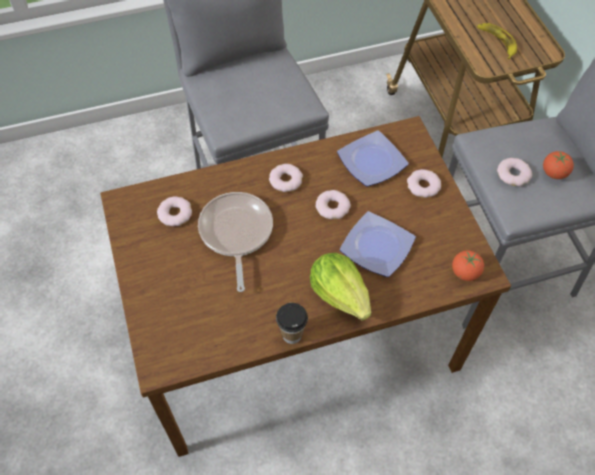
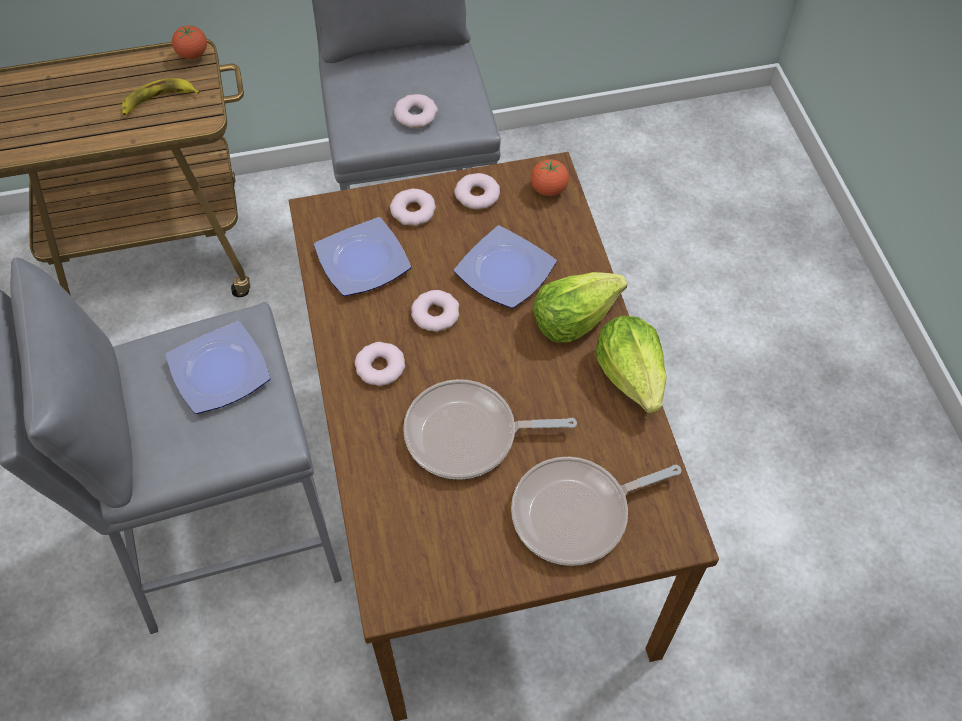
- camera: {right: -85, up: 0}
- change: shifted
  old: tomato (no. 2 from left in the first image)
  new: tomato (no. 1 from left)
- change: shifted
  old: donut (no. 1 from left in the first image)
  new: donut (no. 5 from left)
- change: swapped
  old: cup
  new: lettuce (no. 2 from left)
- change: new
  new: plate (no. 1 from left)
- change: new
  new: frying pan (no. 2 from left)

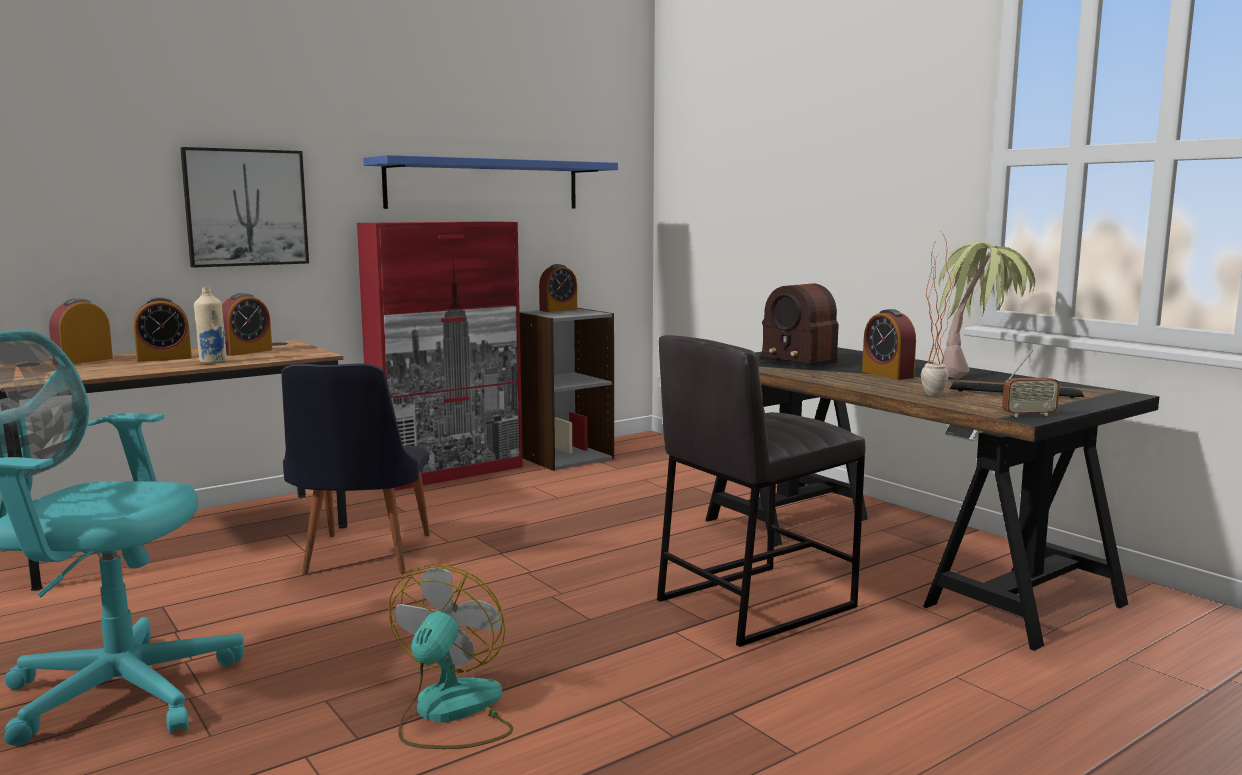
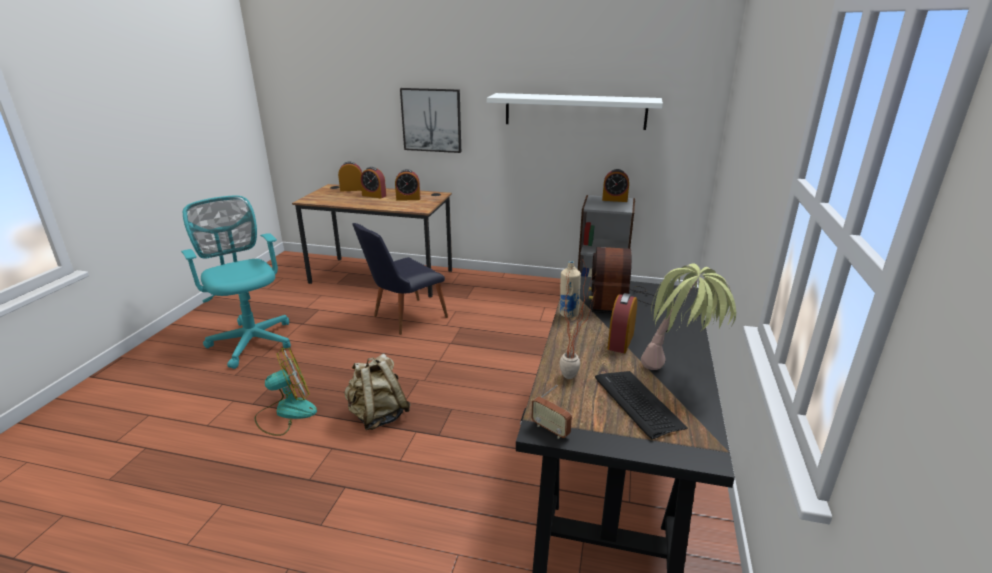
- camera: {right: 50, up: 15}
- change: repainted
  old: blue shelf
  new: white shelf
- change: gone
  old: red cabinet
- change: shifted
  old: beige bottle
- change: gone
  old: grey stool
- change: new
  new: beige backpack

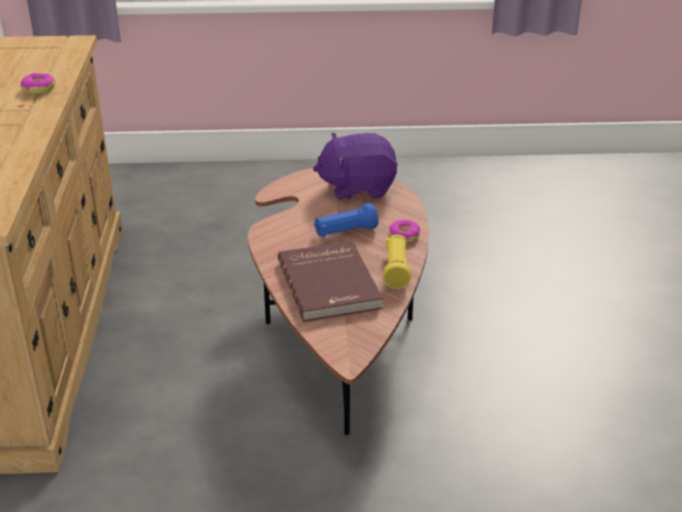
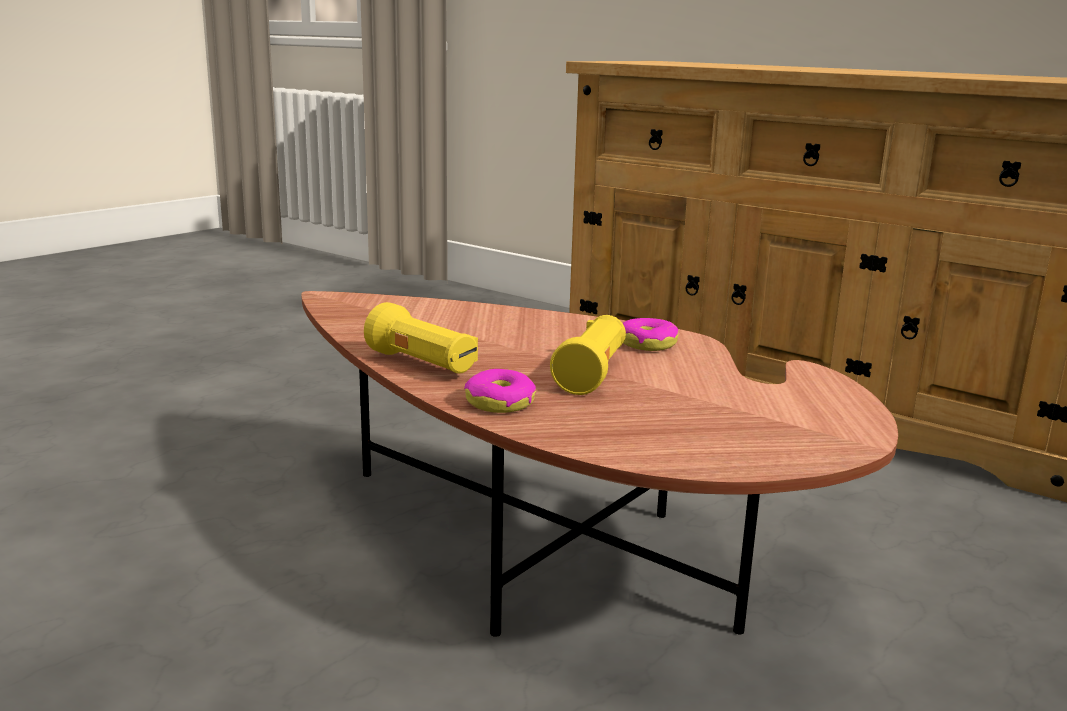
- camera: {right: 130, up: -15}
- change: shifted
  old: donut (no. 1 from left in the first image)
  new: donut (no. 2 from left)
- change: gone
  old: purple plush toy
- change: repainted
  old: blue flashlight
  new: yellow flashlight (no. 2 from left)
- change: gone
  old: red book

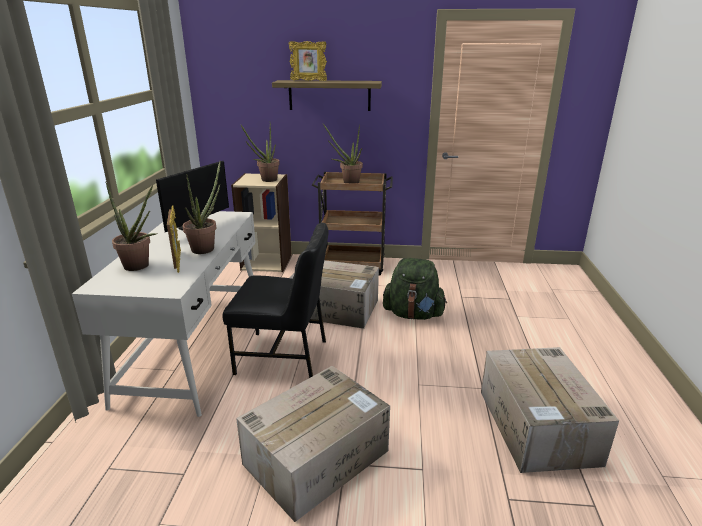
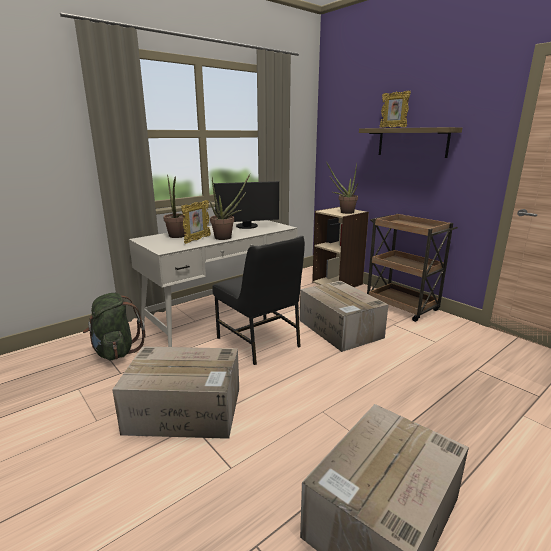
- camera: {right: 45, up: -5}
- change: gone
  old: potted plant (no. 4 from left)
- change: shifted
  old: green backpack

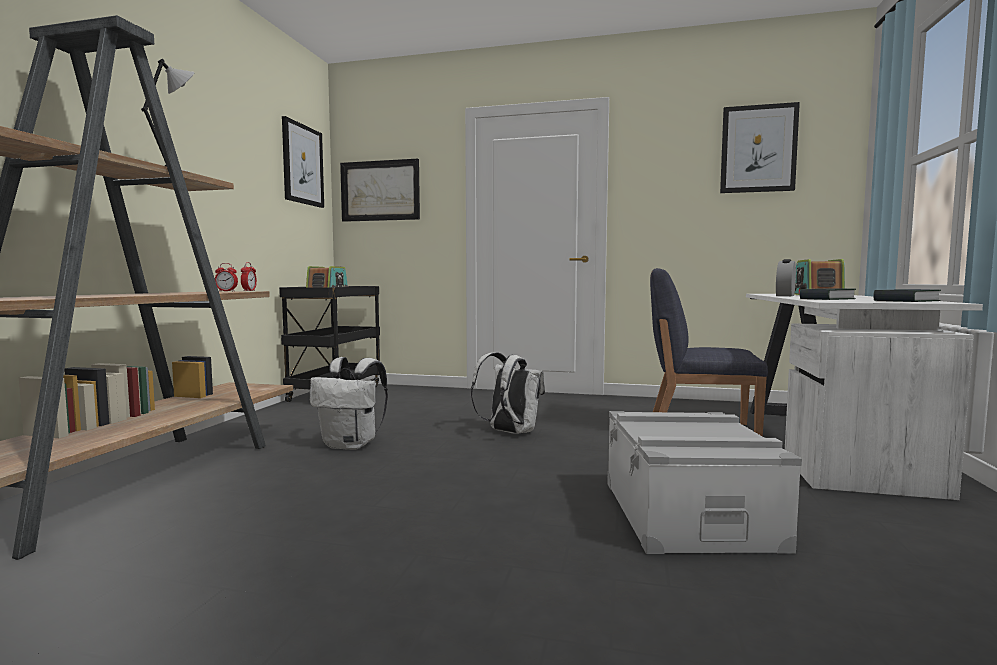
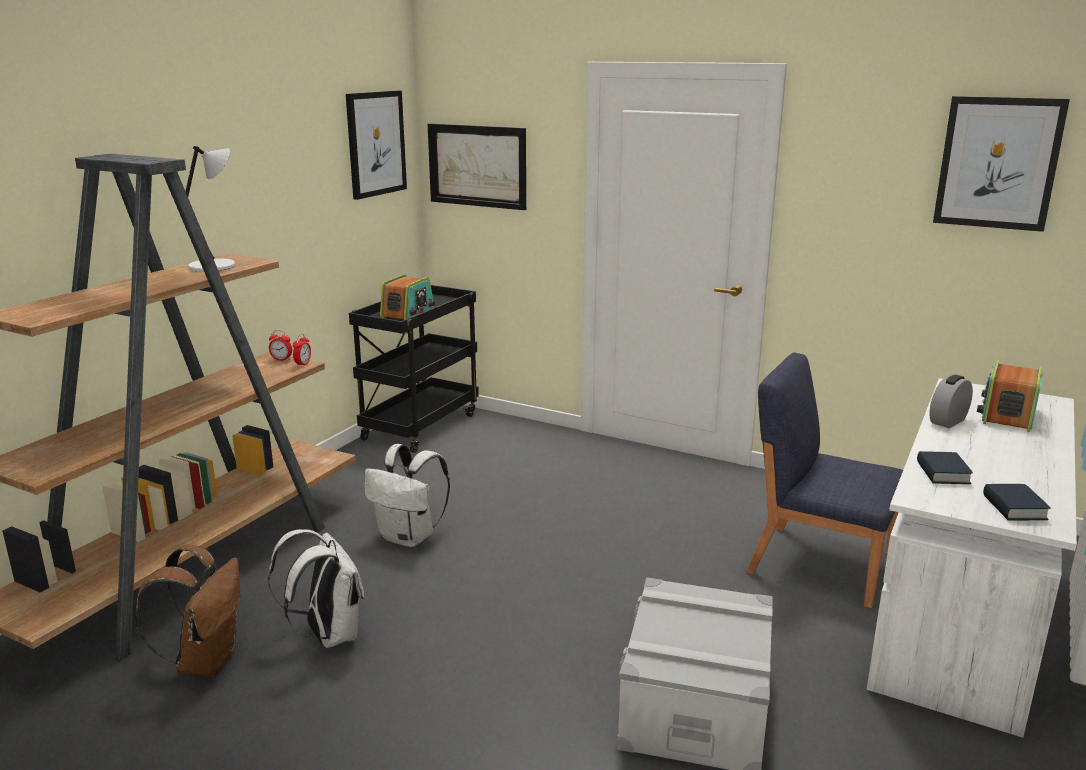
- camera: {right: 15, up: 15}
- change: shifted
  old: white backpack (no. 2 from left in the first image)
  new: white backpack (no. 1 from left)
- change: new
  new: brown backpack

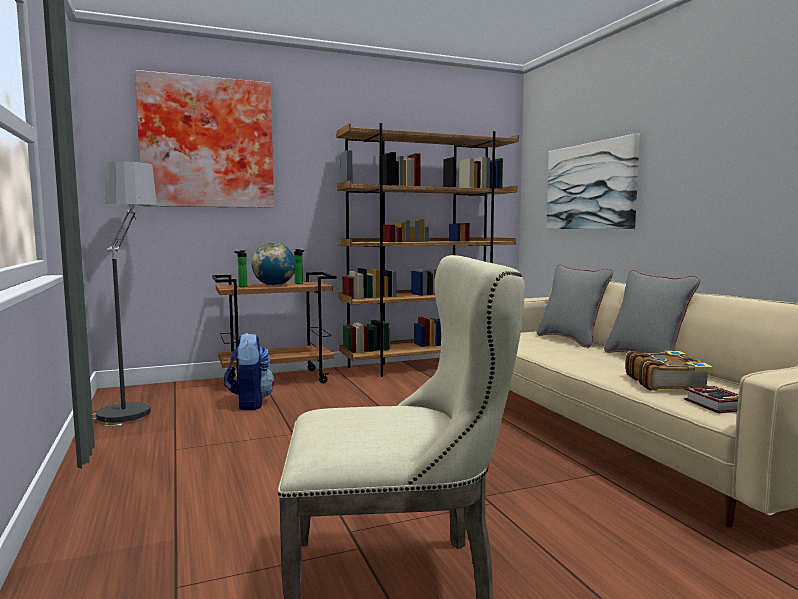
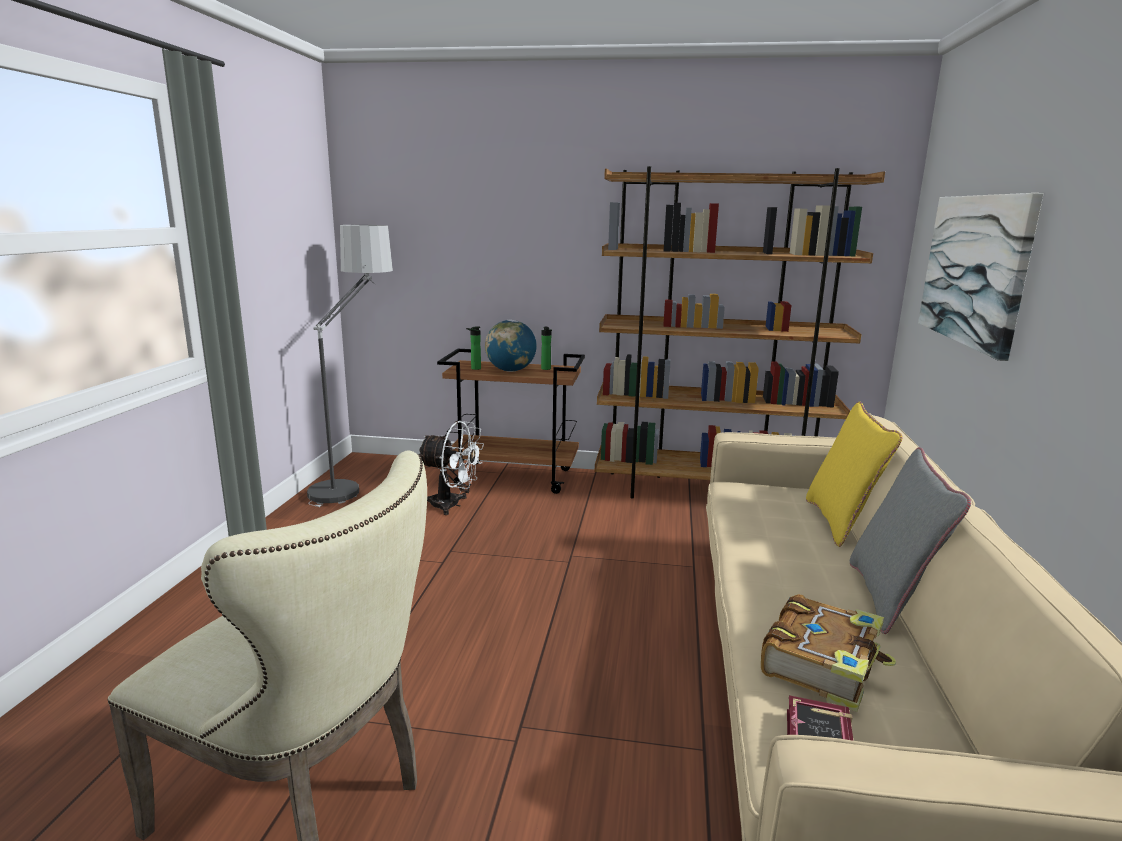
- camera: {right: 30, up: 10}
- change: gone
  old: picture (no. 1 from left)
- change: repainted
  old: grey pillow (no. 1 from left)
  new: yellow pillow
- change: swapped
  old: backpack
  new: white fan

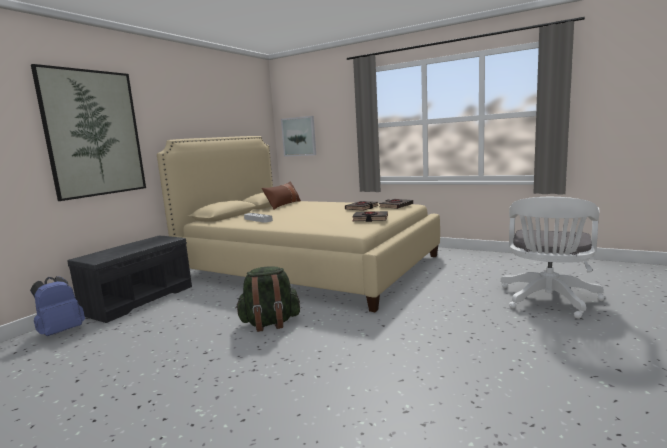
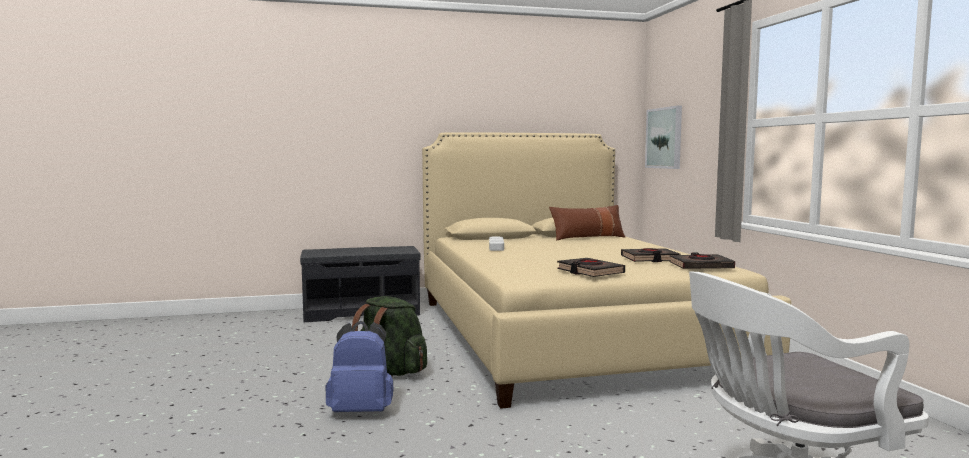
- camera: {right: 45, up: -5}
- change: gone
  old: picture (no. 1 from left)
- change: shifted
  old: blue backpack

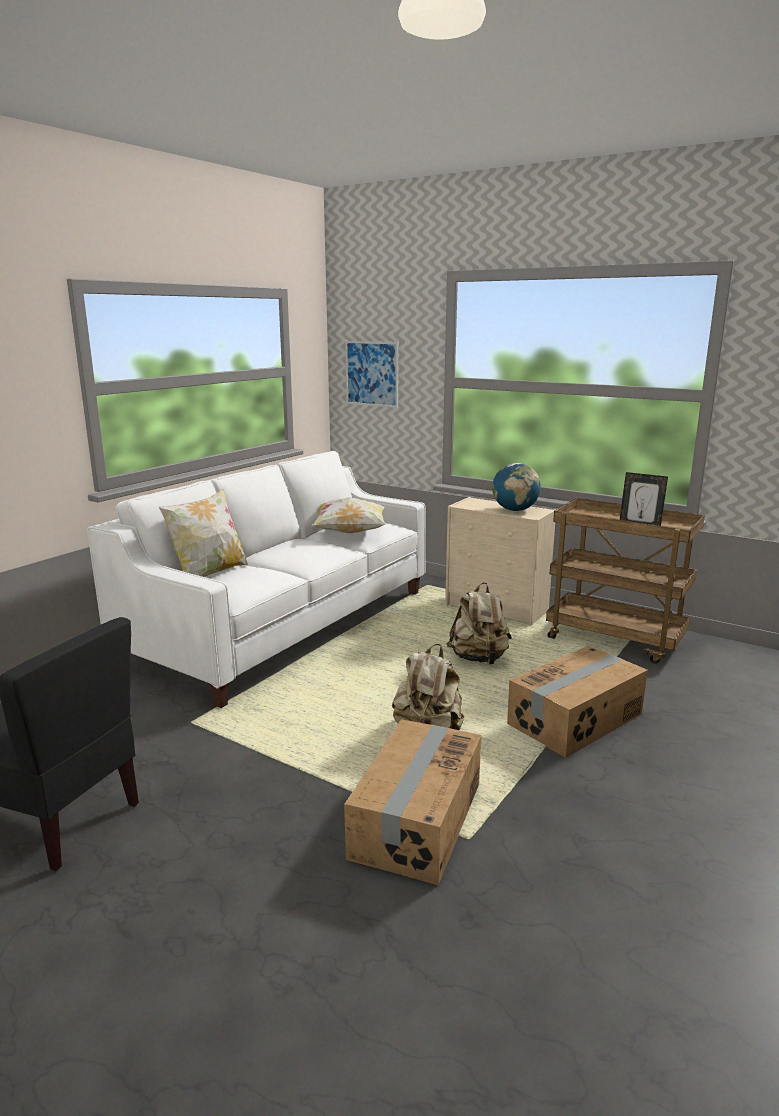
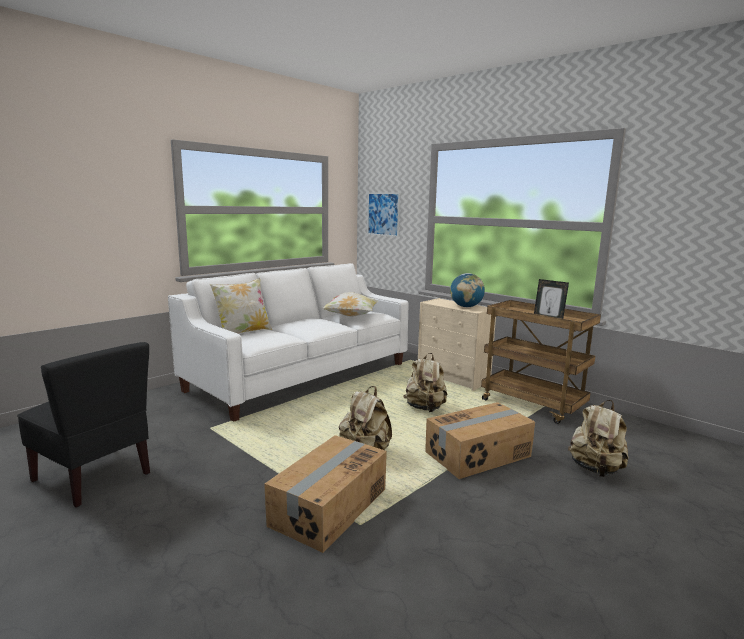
- camera: {right: 10, up: -5}
- change: new
  new: beige backpack (no. 3 from left)

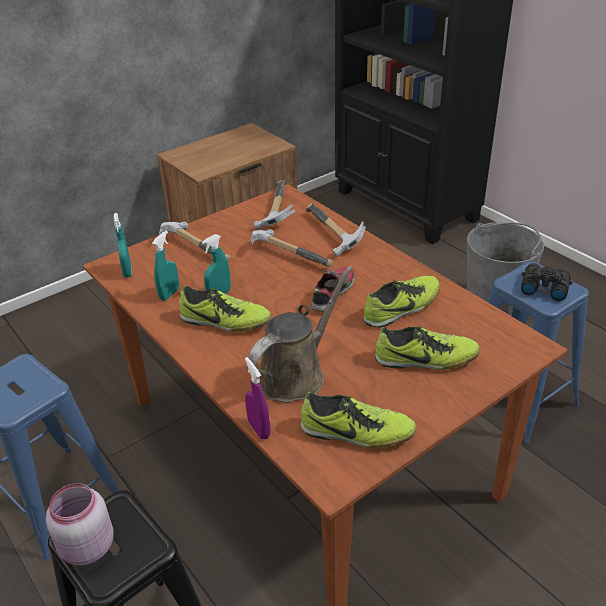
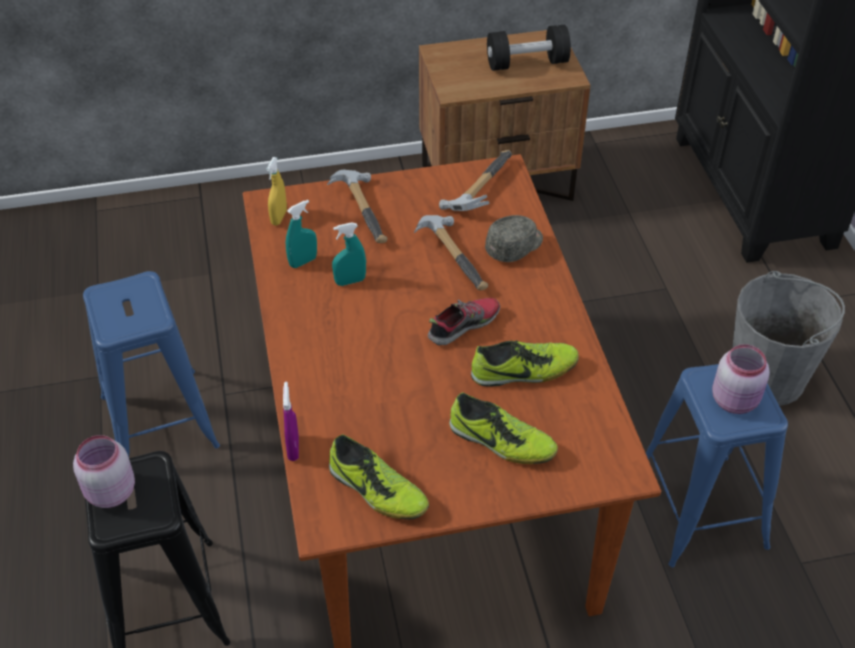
- camera: {right: 25, up: 10}
- change: swapped
  old: hammer (no. 4 from left)
  new: grey cap
- change: repainted
  old: turquoise spray bottle (no. 1 from left)
  new: yellow spray bottle
- change: swapped
  old: black binoculars
  new: pink jar (no. 2 from left)
- change: gone
  old: brown watering can
- change: gone
  old: shoe (no. 1 from left)
- change: new
  new: black dumbbell

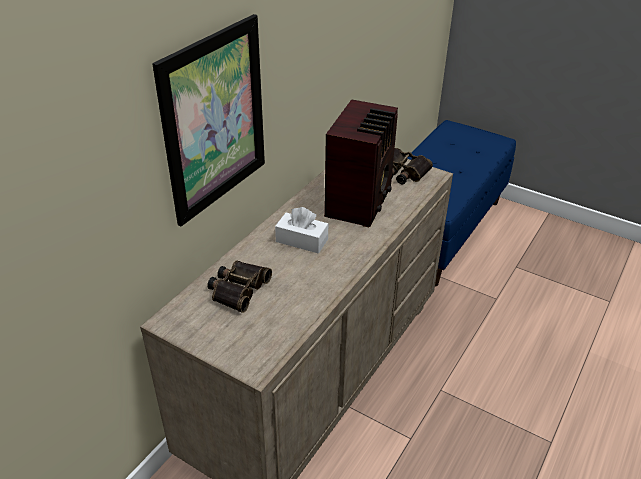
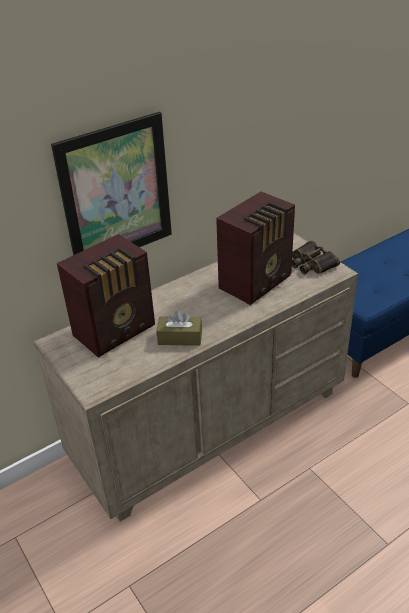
- camera: {right: 25, up: 0}
- change: gone
  old: white tissue box
- change: swapped
  old: binoculars (no. 1 from left)
  new: radio (no. 1 from left)
- change: new
  new: brown tissue box

